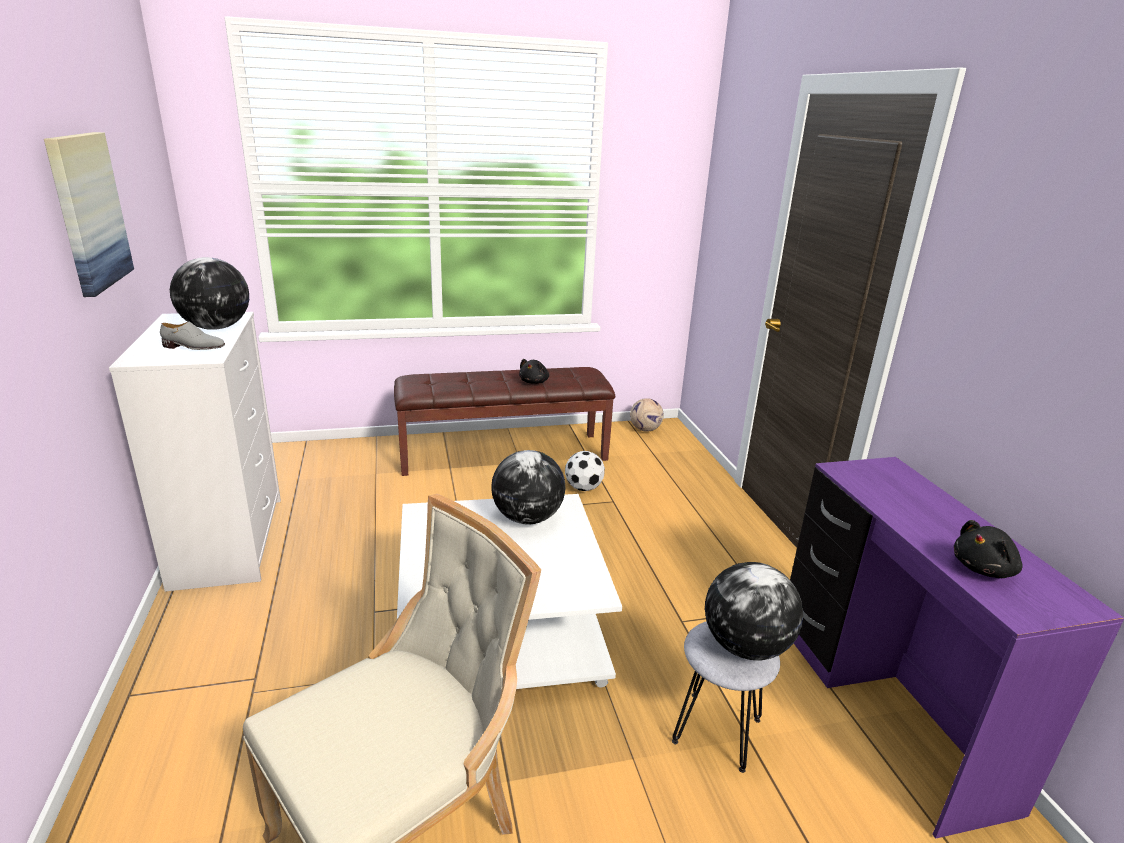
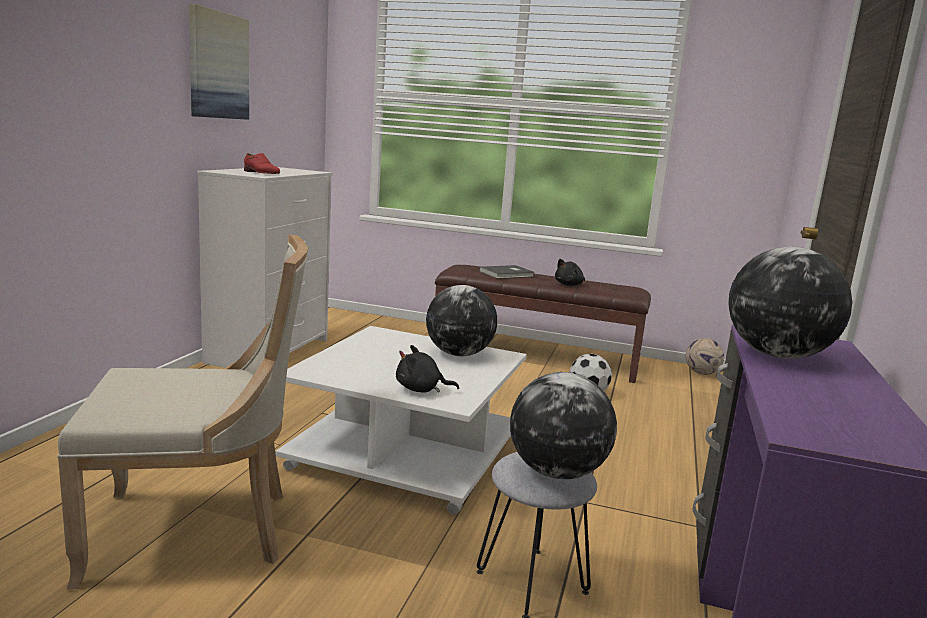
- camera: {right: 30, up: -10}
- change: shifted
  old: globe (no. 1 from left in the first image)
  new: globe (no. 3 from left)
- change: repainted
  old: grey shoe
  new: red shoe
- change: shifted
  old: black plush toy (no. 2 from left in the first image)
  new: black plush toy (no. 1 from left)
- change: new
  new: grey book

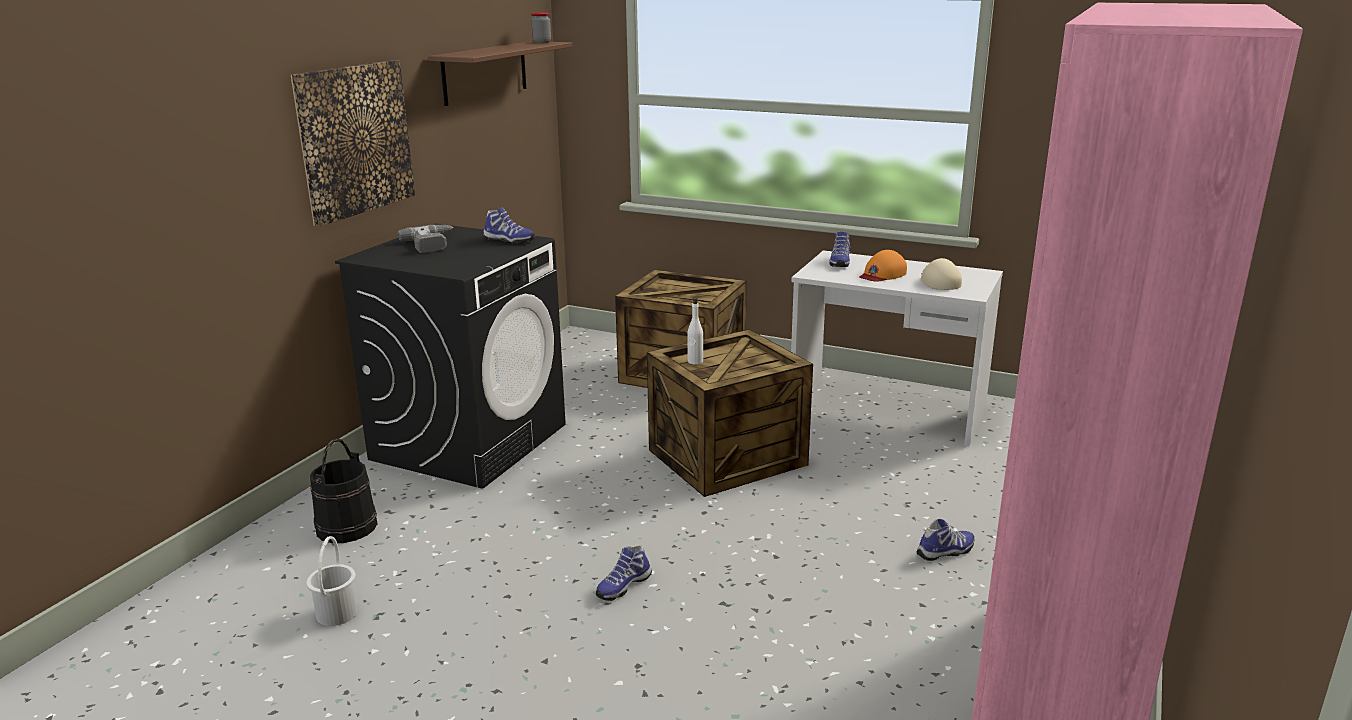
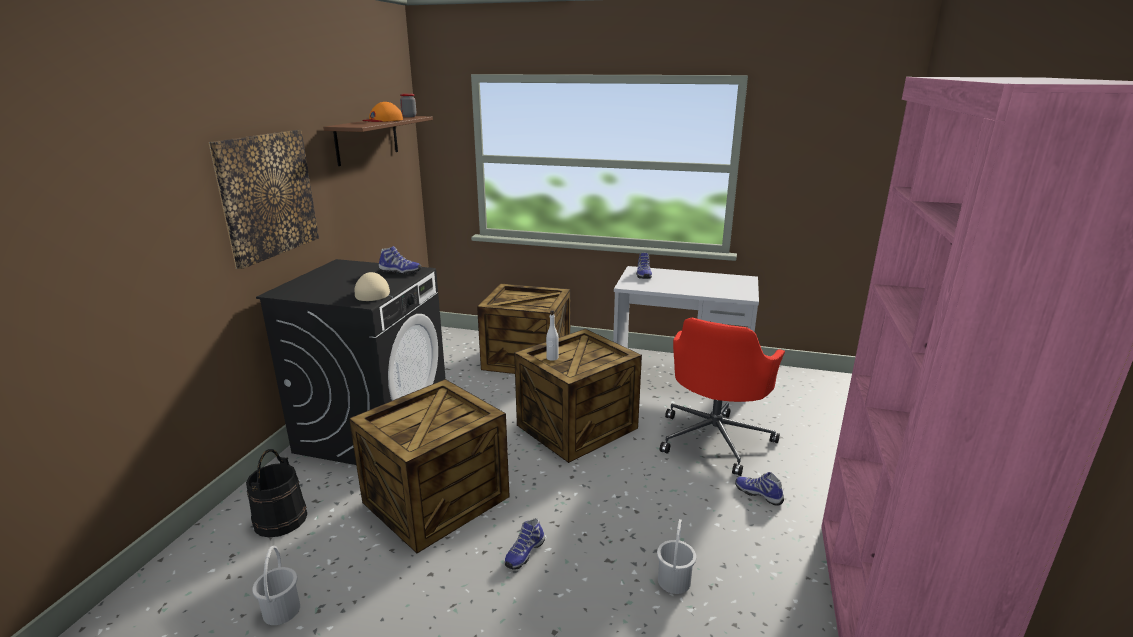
- camera: {right: -10, up: 0}
- change: gone
  old: power drill
- change: shifted
  old: orange cap
- change: shifted
  old: beige cap
- change: rotated
  old: shoe (no. 4 from left)
  degrees: -105
- change: new
  new: red office chair
- change: new
  new: crate (no. 1 from left)
- change: new
  new: white bucket (no. 2 from left)

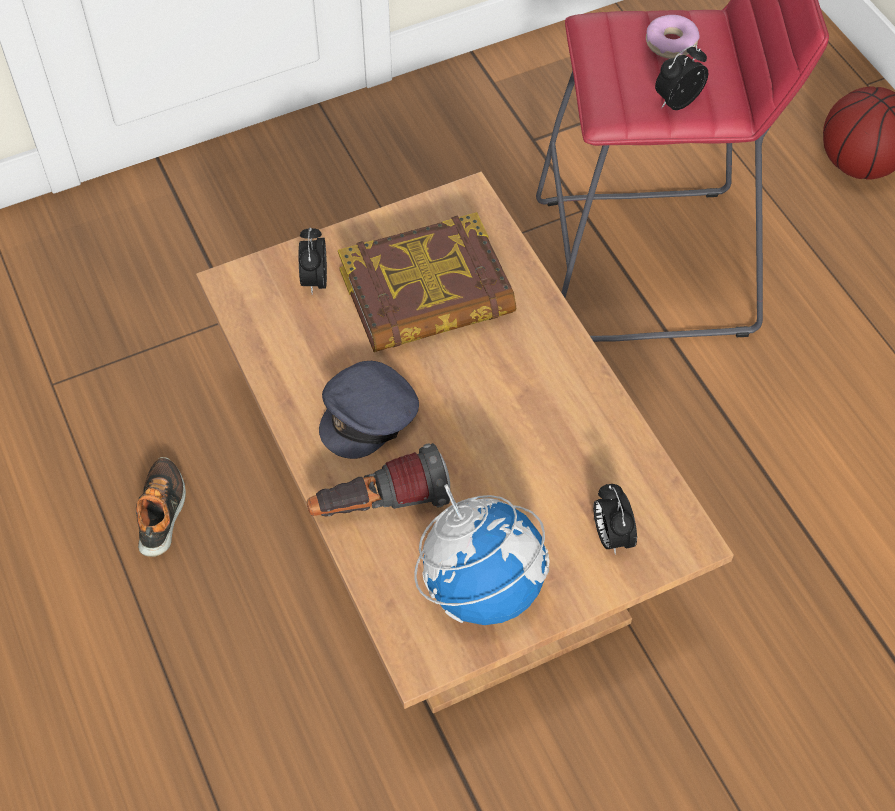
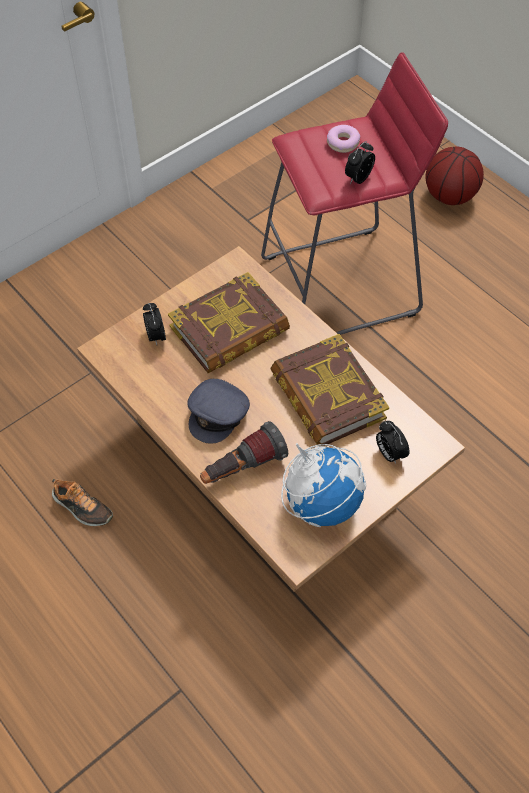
- camera: {right: -15, up: 0}
- change: rotated
  old: shoe
  degrees: 135
- change: new
  new: book (no. 2 from left)

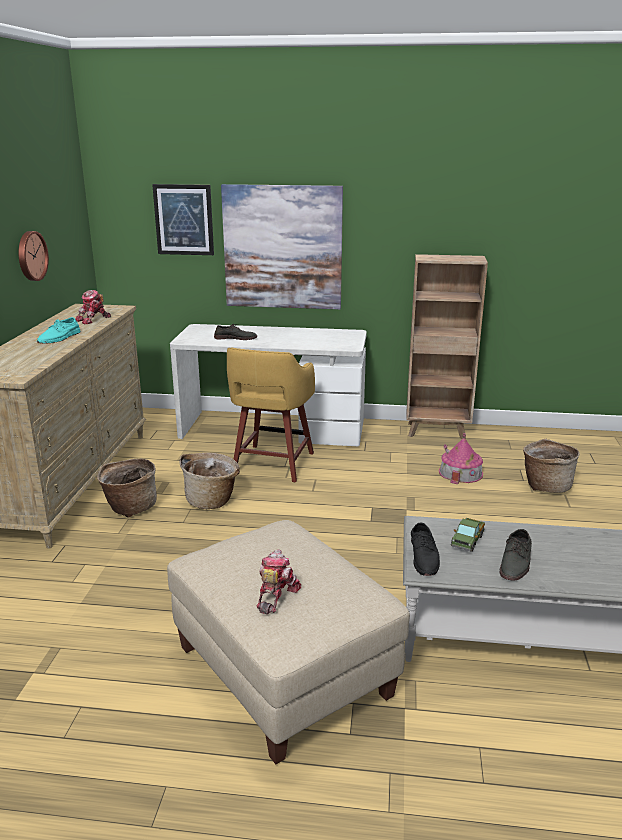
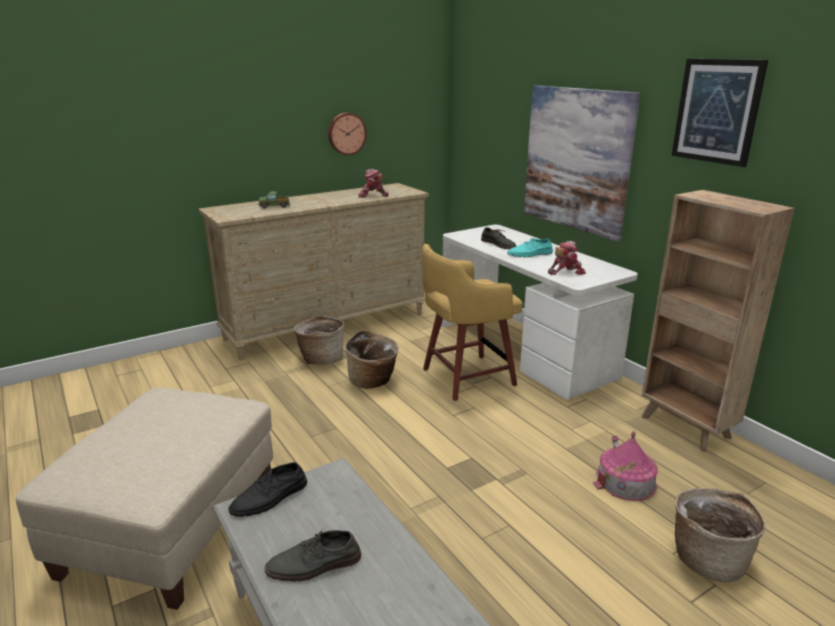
- camera: {right: 50, up: 0}
- change: shifted
  old: picture (no. 1 from left in the first image)
  new: picture (no. 2 from left)
- change: shifted
  old: turquoise shoe
- change: shifted
  old: toy truck
- change: shifted
  old: toy robot (no. 2 from left)

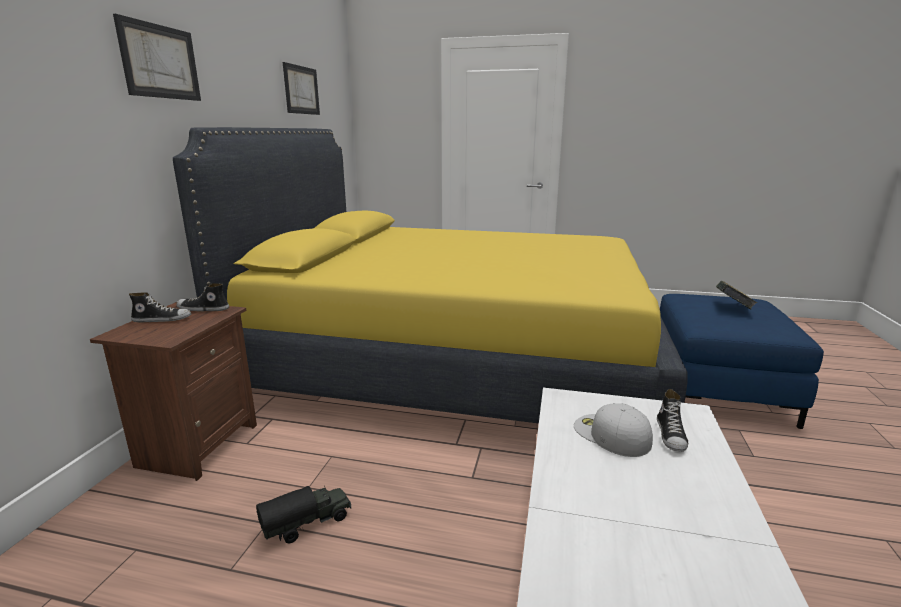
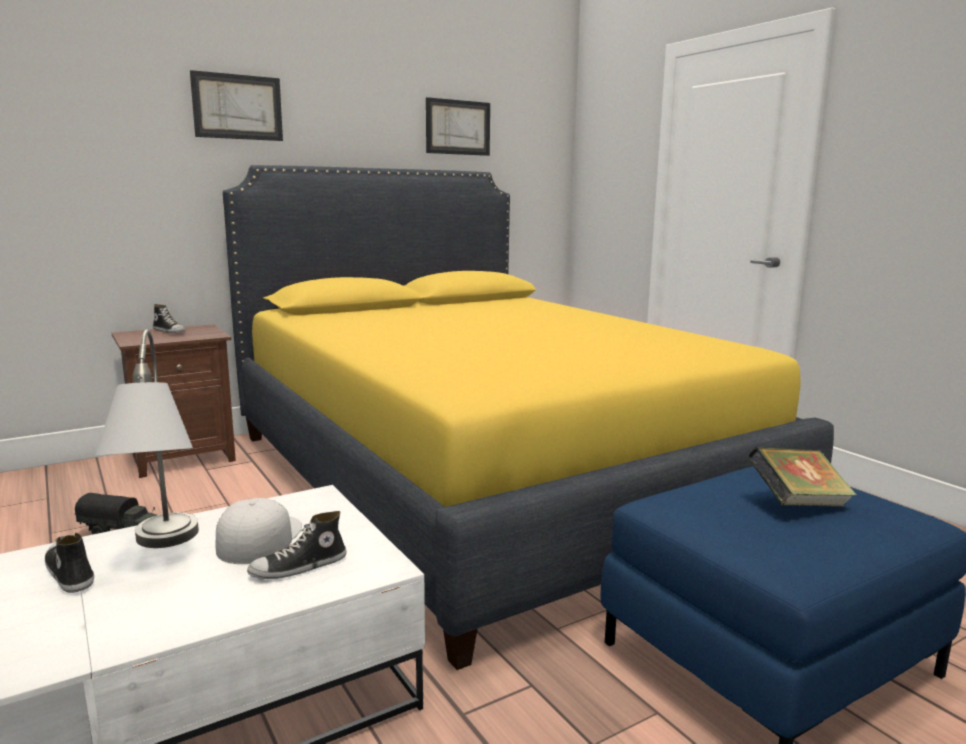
- camera: {right: 45, up: -5}
- change: shifted
  old: shoe (no. 2 from left in the first image)
  new: shoe (no. 1 from left)
- change: new
  new: grey table lamp

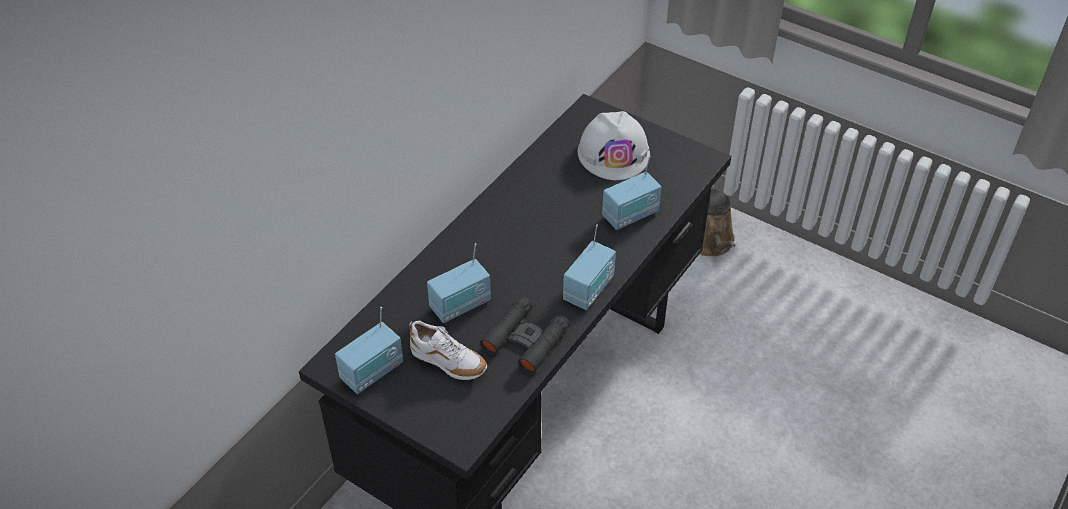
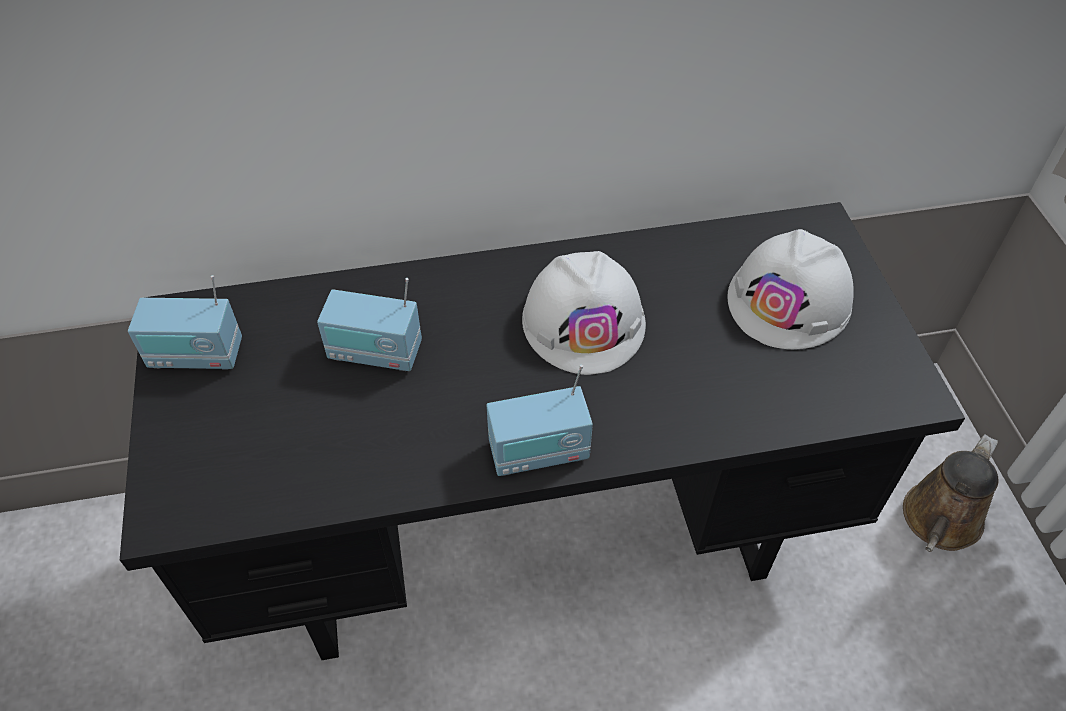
- camera: {right: 45, up: 5}
- change: gone
  old: radio (no. 4 from left)
- change: gone
  old: black binoculars
- change: gone
  old: white shoe
- change: new
  new: white hard hat (no. 1 from left)

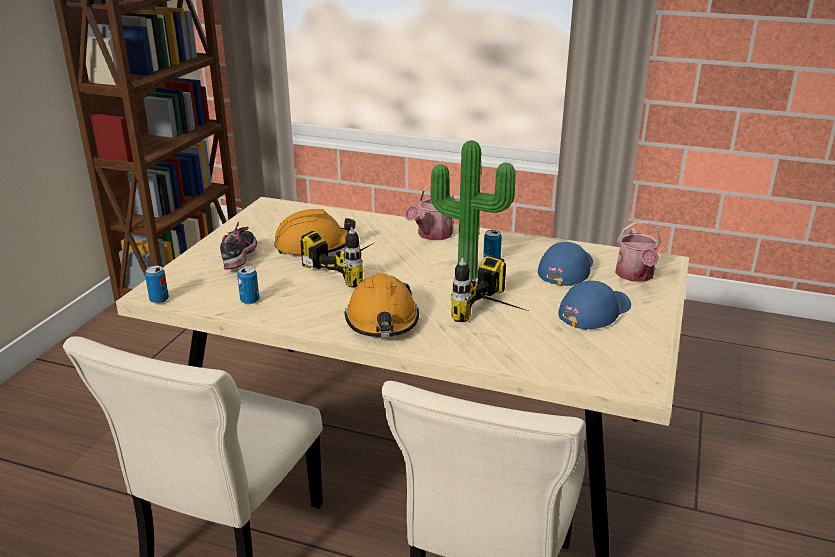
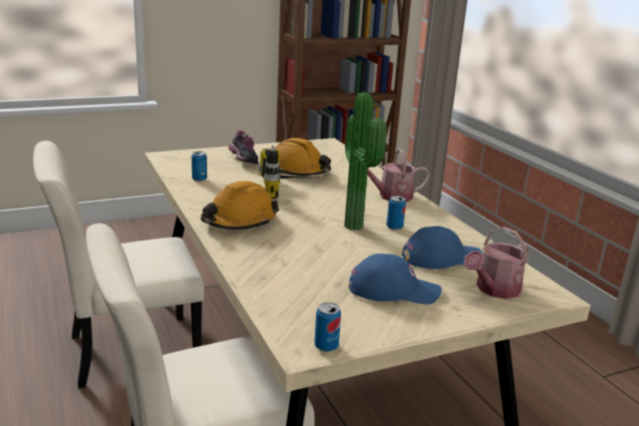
- camera: {right: 45, up: -5}
- change: rotated
  old: shoe
  degrees: 105
- change: gone
  old: power drill (no. 2 from left)
- change: shifted
  old: can (no. 1 from left in the first image)
  new: can (no. 2 from left)

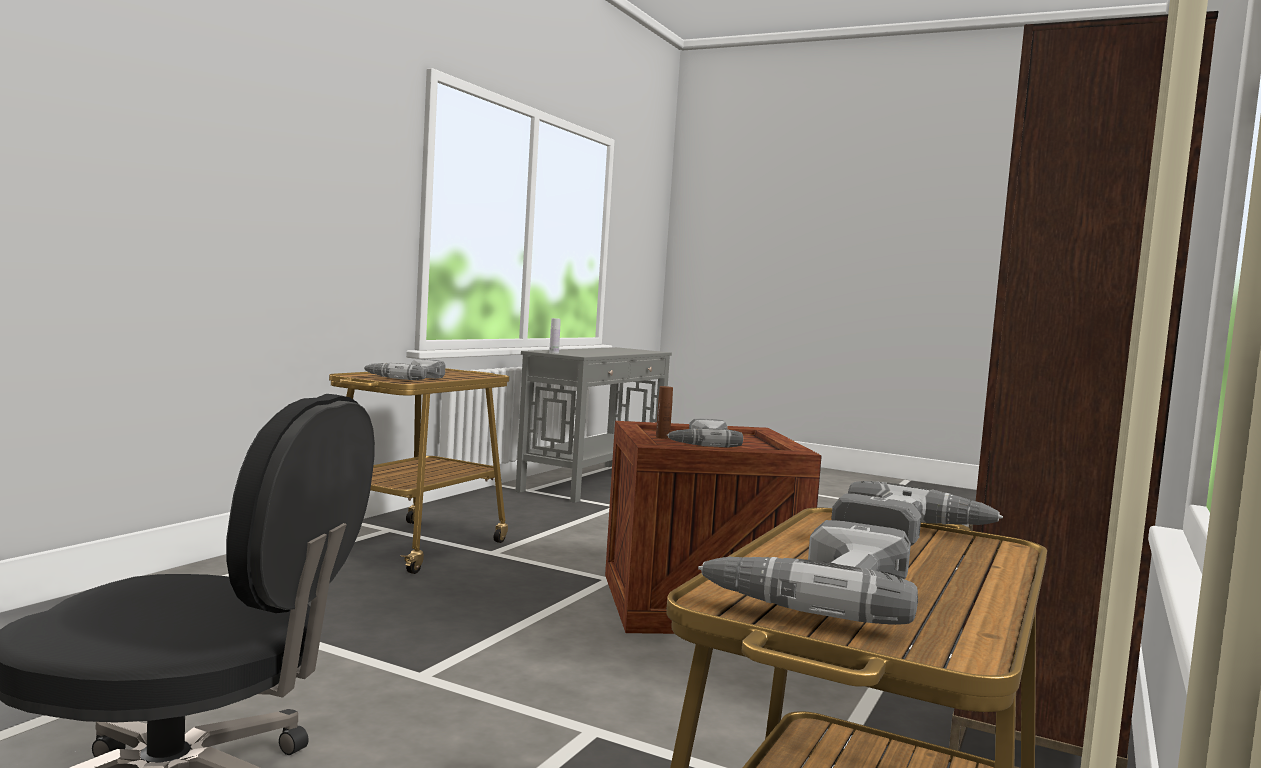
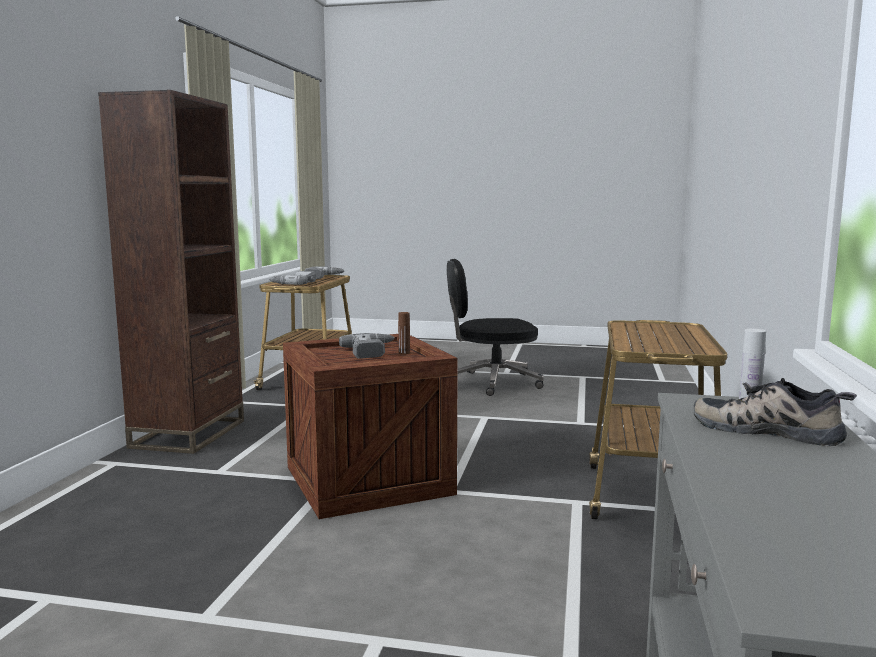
- camera: {right: 165, up: 5}
- change: gone
  old: power drill (no. 1 from left)
- change: new
  new: shoe

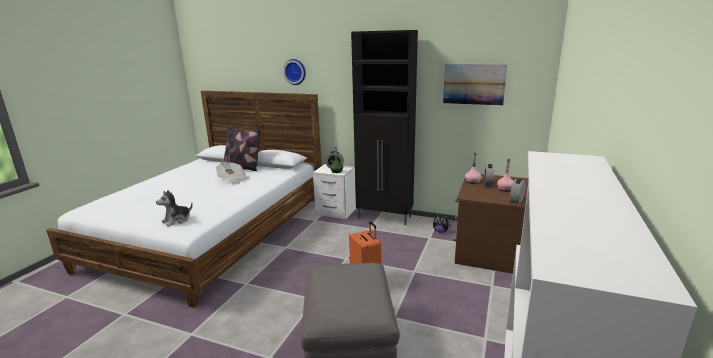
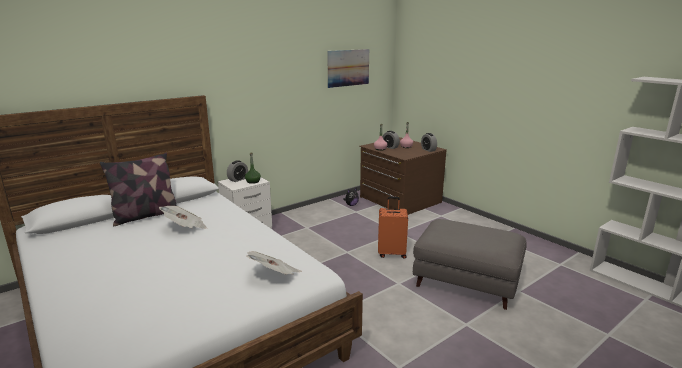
- camera: {right: -60, up: 0}
- change: gone
  old: black cabinet
- change: gone
  old: wall clock
- change: swapped
  old: plush toy (no. 1 from left)
  new: newspaper (no. 2 from left)

